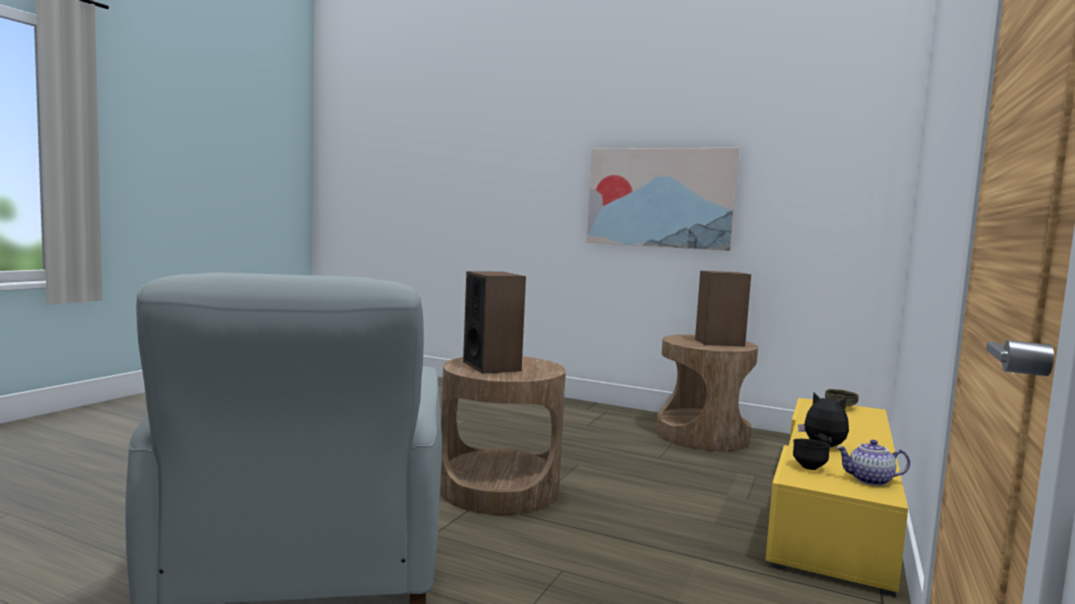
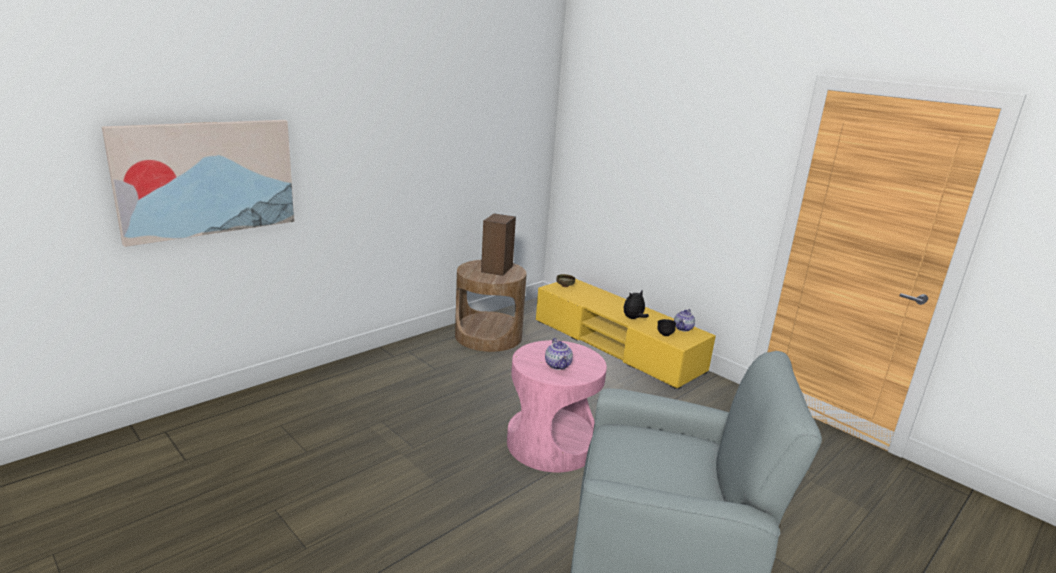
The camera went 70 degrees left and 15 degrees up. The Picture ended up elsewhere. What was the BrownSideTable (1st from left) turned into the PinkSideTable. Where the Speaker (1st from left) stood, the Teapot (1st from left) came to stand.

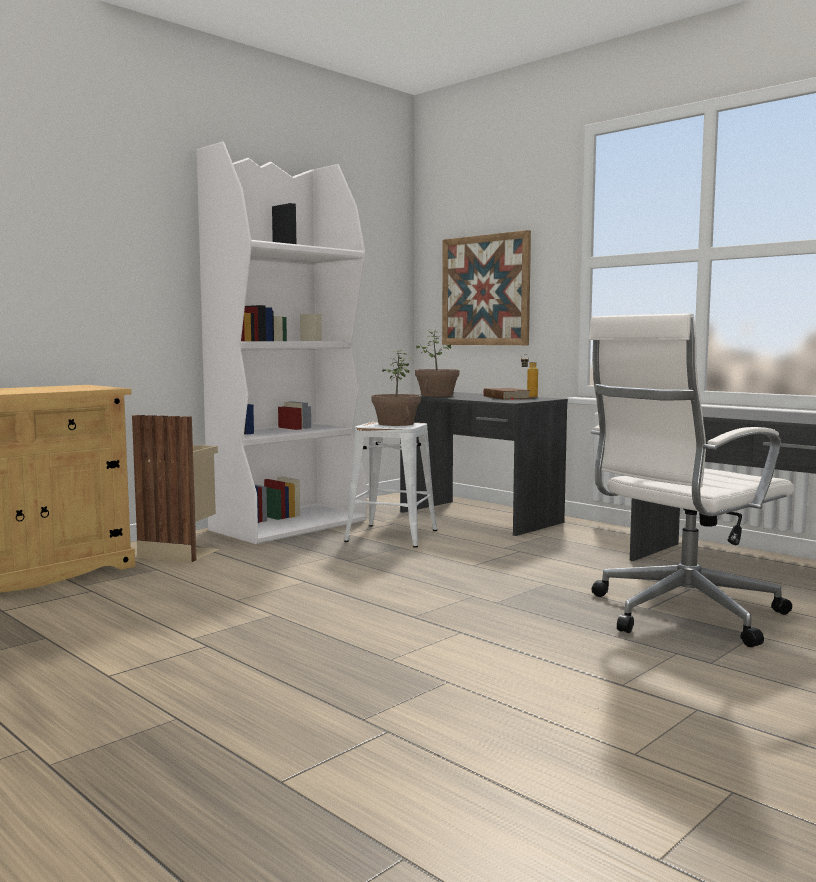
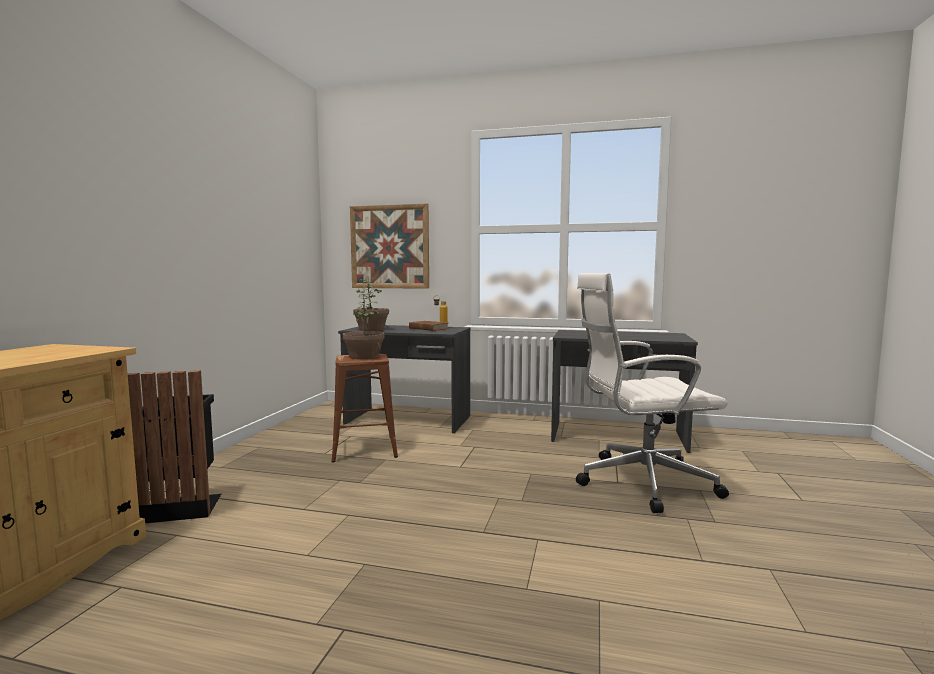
The camera went 30 degrees left and 0 degrees up. What was the BeigeTrashCan turned into the BlackTrashCan. What was the WhiteStool turned into the BrownStool. The WhiteOfficeChair ended up facing another way, 60 degrees clockwise from before. The second view lost the WhiteBookcase.

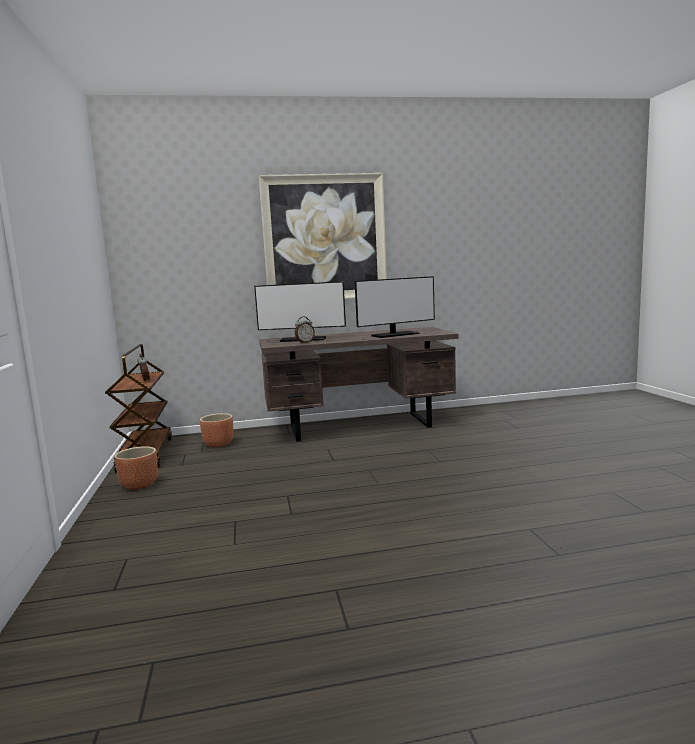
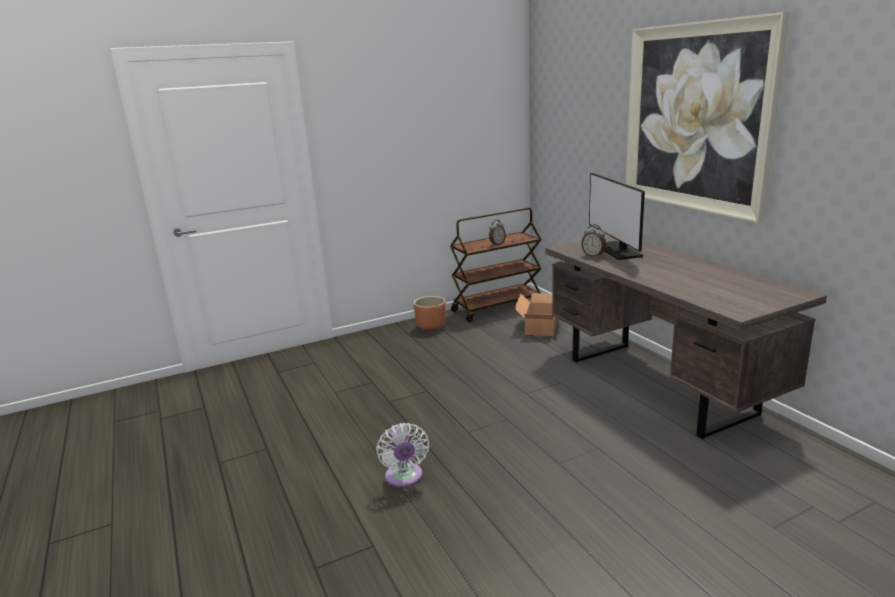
The camera went 75 degrees right and 10 degrees up. The second view gained the WhiteFan. Where the BrownPlanter (2nd from left) stood, the CardboardBox came to stand. The second view lost the Monitor (2nd from left).

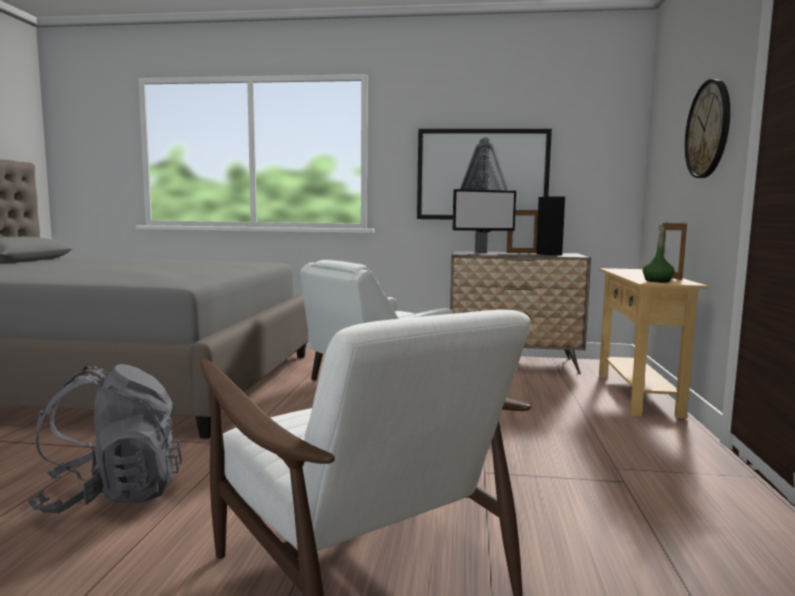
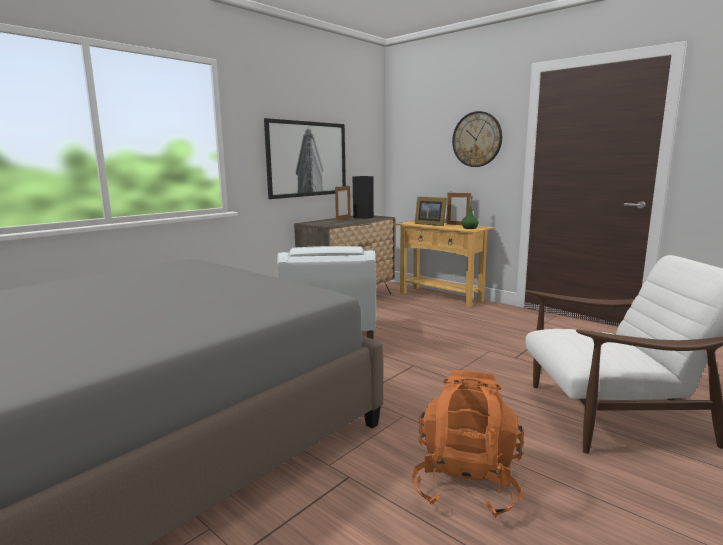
The camera went 55 degrees left and 5 degrees up. What was the GreyBackpack turned into the OrangeBackpack. The second view gained the PictureFrame (2nd from left). The second view lost the Monitor.

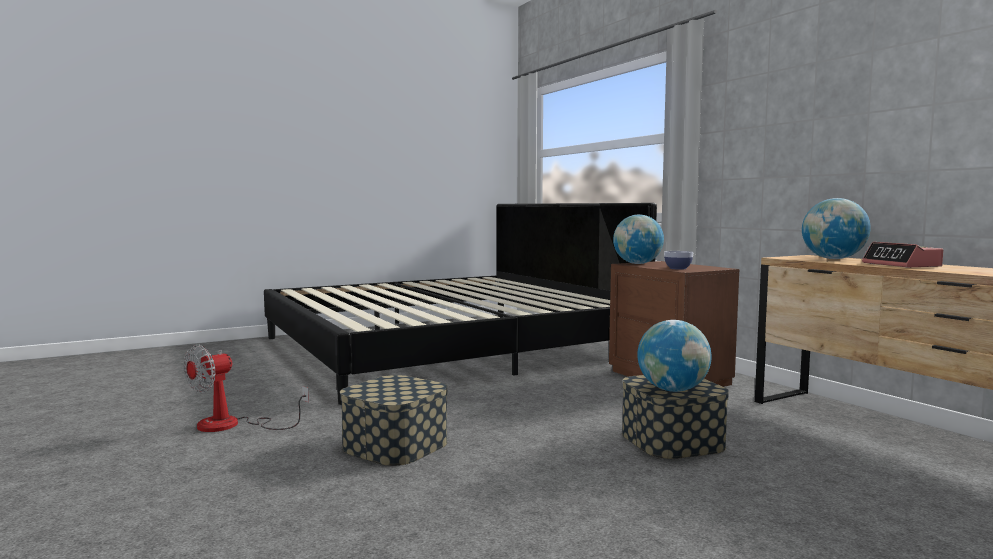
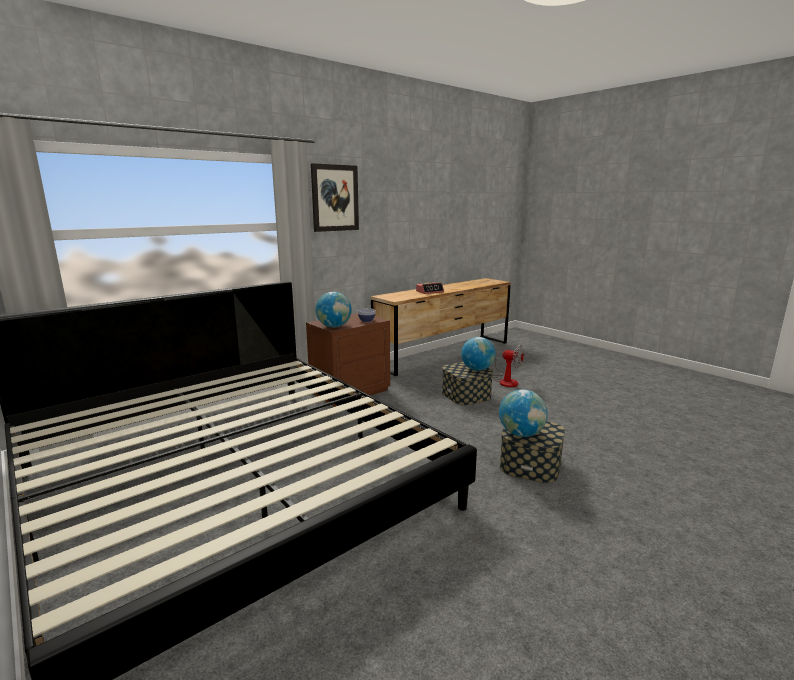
The camera went 100 degrees left and 10 degrees up. The second view gained the Picture. The Fan ended up elsewhere. The Globe (3rd from left) ended up elsewhere.

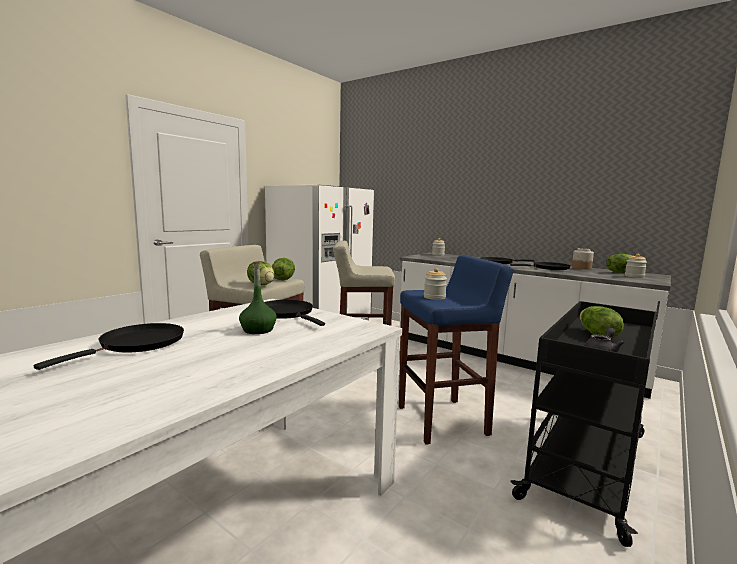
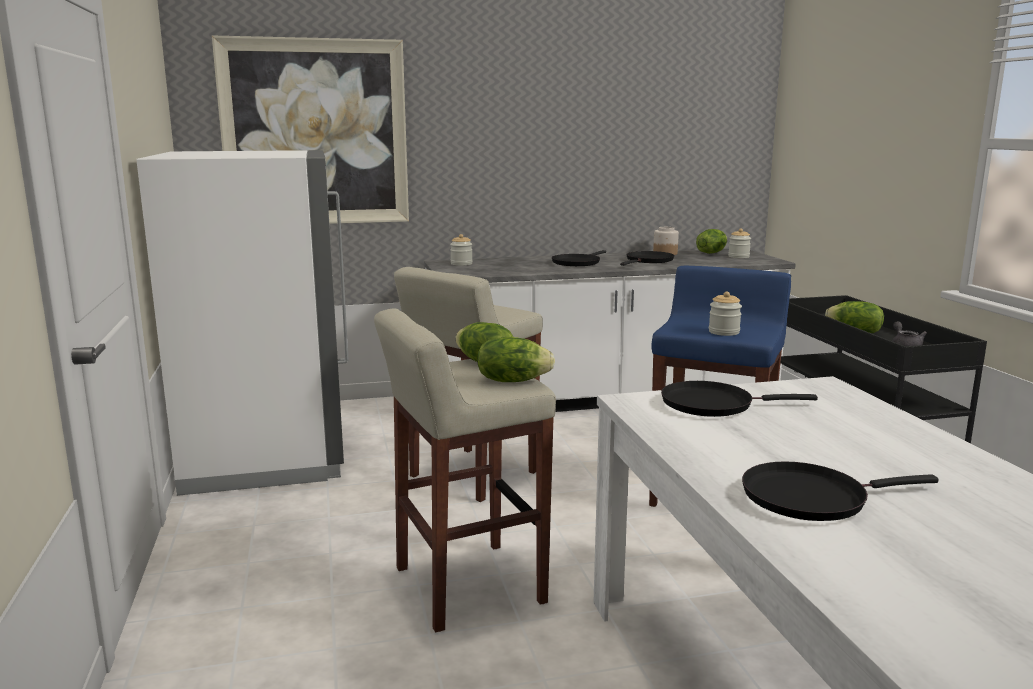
The camera went 50 degrees left and 5 degrees up. The second view gained the Picture. The BlackFryingPan (1st from left in the first image) ended up facing another way, 75 degrees counterclockwise from before. The second view lost the GreenBottle.

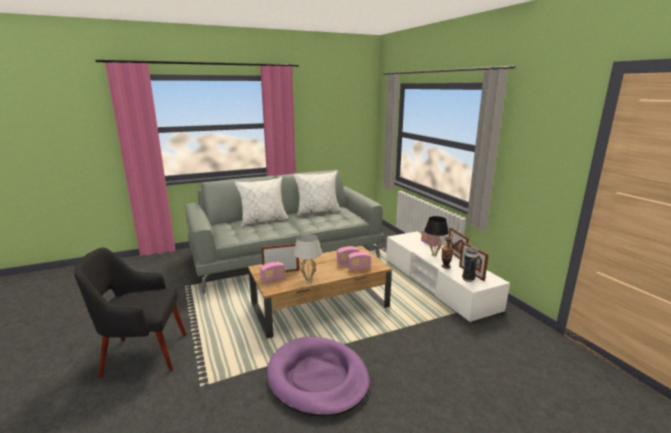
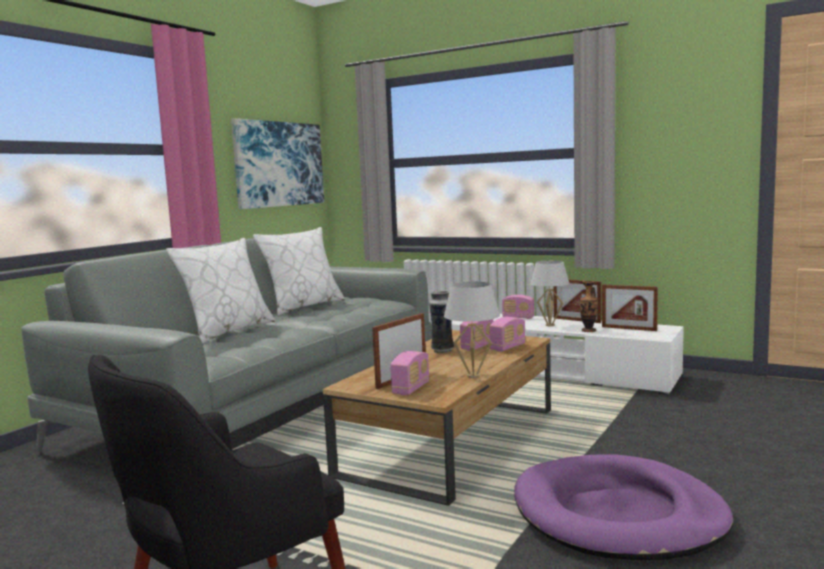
The camera went 35 degrees left and 10 degrees down. The second view gained the Picture. The Vase (2nd from left in the first image) ended up elsewhere. What was the BlackTableLamp turned into the WhiteTableLamp (2nd from left).

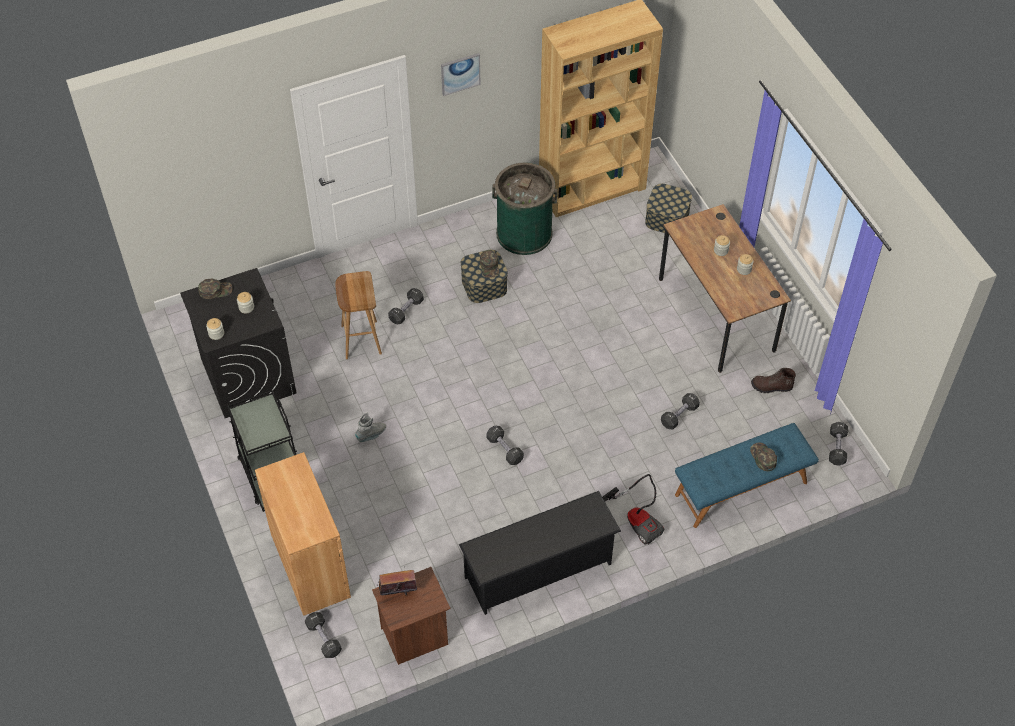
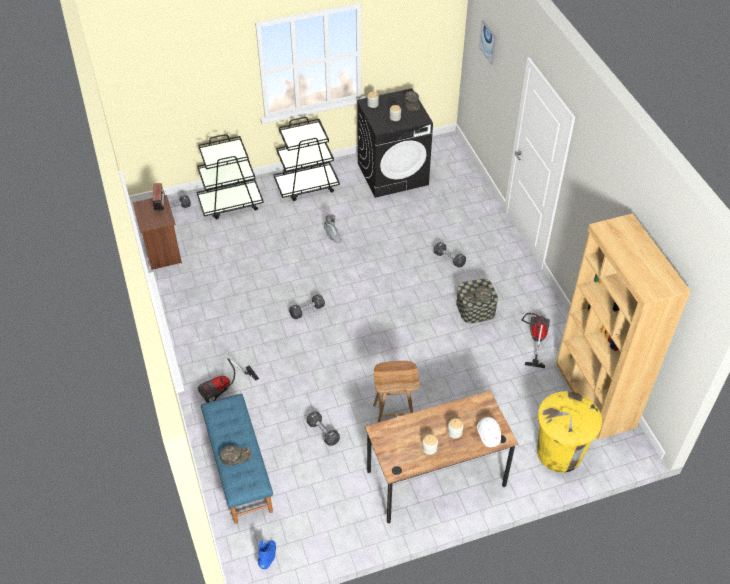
The camera went 95 degrees right and 5 degrees down. Where the BrownCabinet stood, the BlackCart (1st from left) came to stand. Where the BlackDumbbell (5th from left) stood, the BlueBoot came to stand. The BrownStool ended up elsewhere. The second view gained the WhiteHardHat. The Picture ended up elsewhere. Where the GreenTrashCan stood, the VacuumCleaner (2nd from left) came to stand. Where the StorageBox (2nd from left) stood, the YellowTrashCan came to stand. The second view lost the BlackShoeRack. The second view lost the BrownBoot.

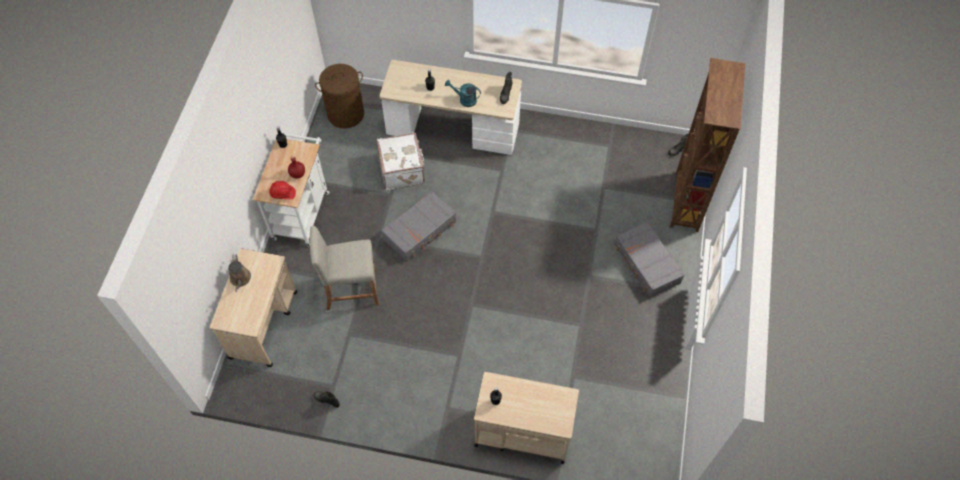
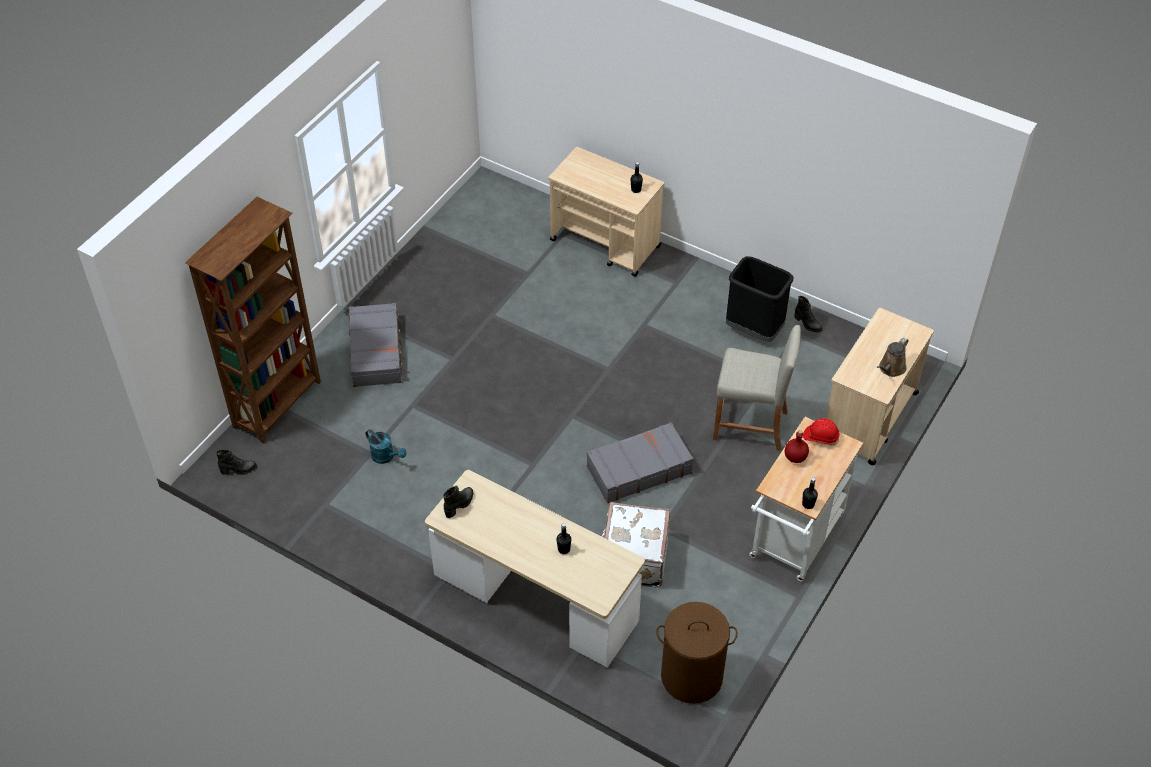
The camera went 160 degrees left and 10 degrees down. The TurquoiseWateringCan ended up elsewhere. The second view gained the BlackTrashCan. The BrownWateringCan ended up facing another way, 150 degrees counterclockwise from before.

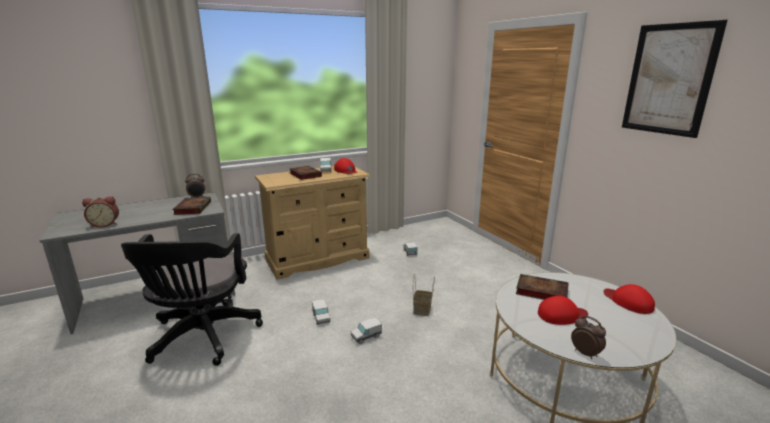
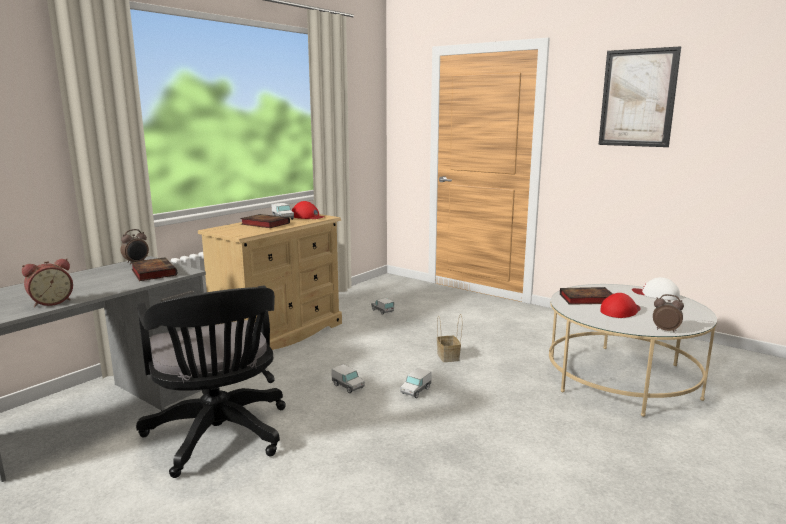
The camera went 25 degrees left and 5 degrees down. What was the RedCap (3rd from left) turned into the WhiteCap.

